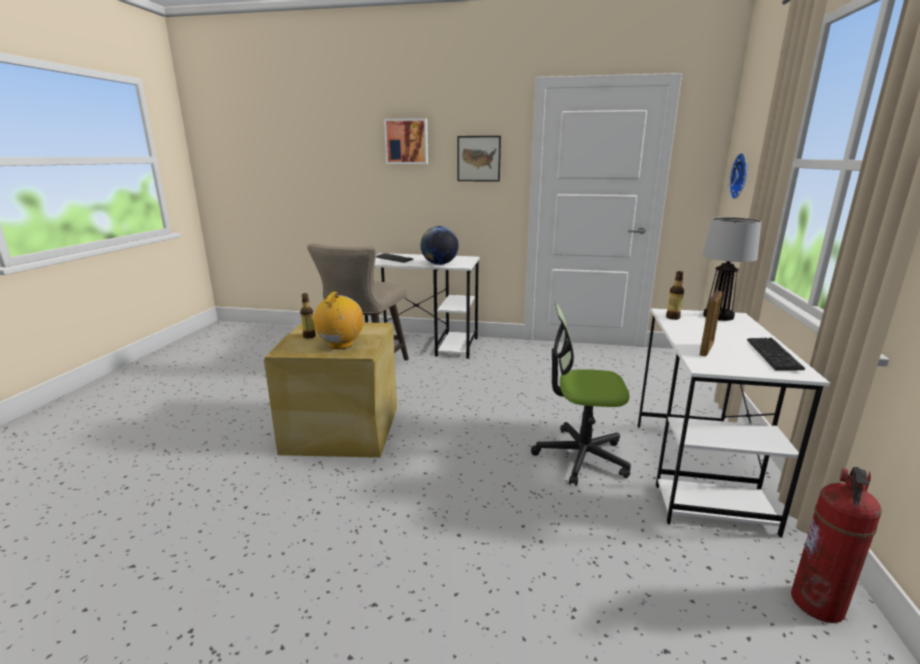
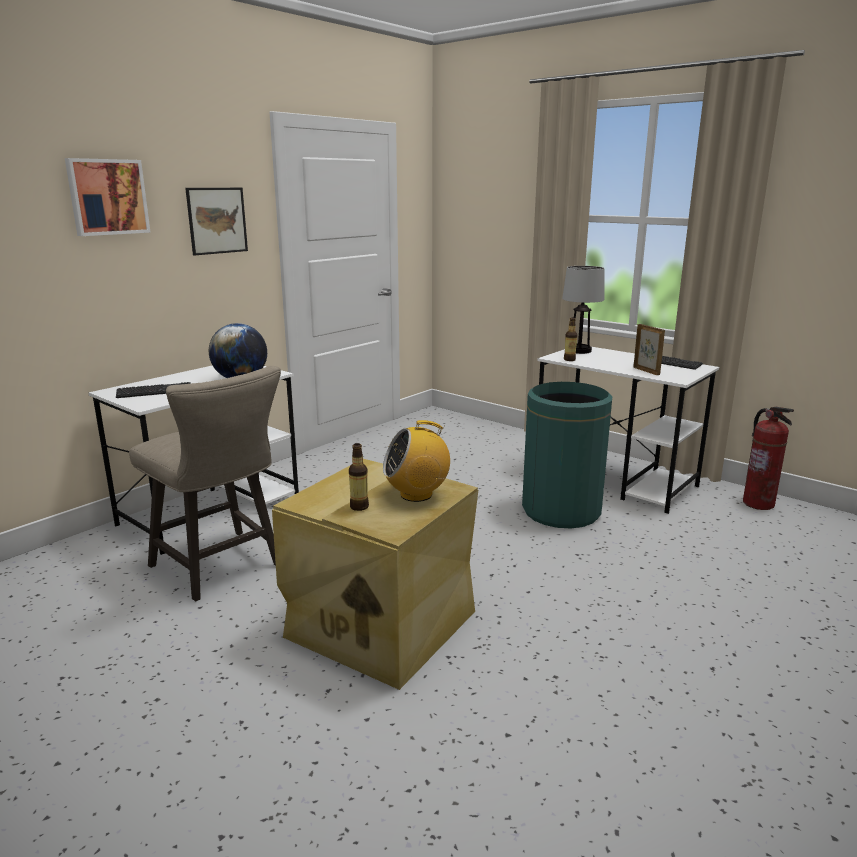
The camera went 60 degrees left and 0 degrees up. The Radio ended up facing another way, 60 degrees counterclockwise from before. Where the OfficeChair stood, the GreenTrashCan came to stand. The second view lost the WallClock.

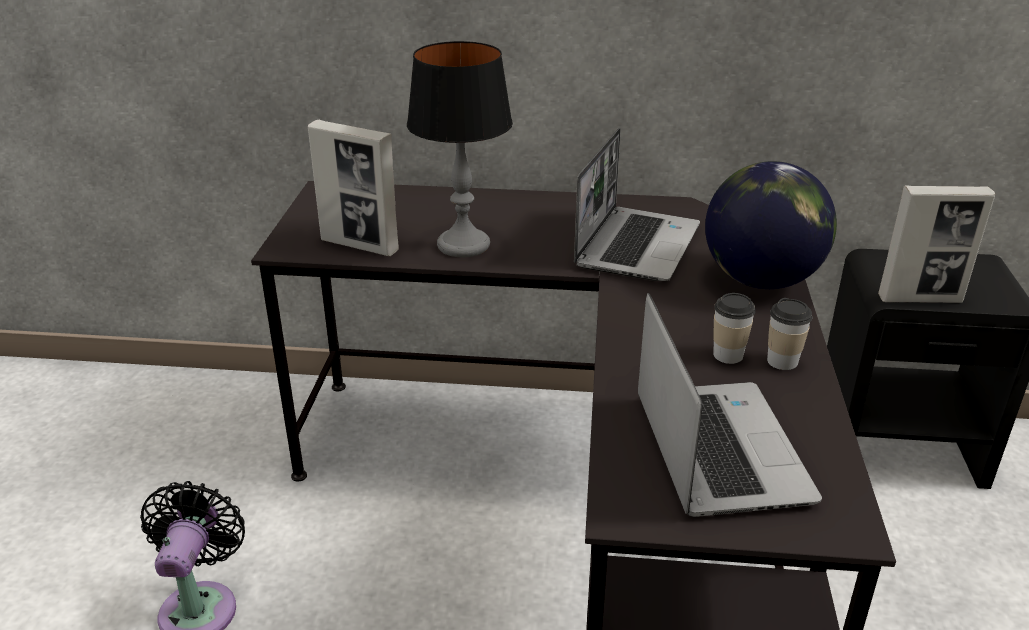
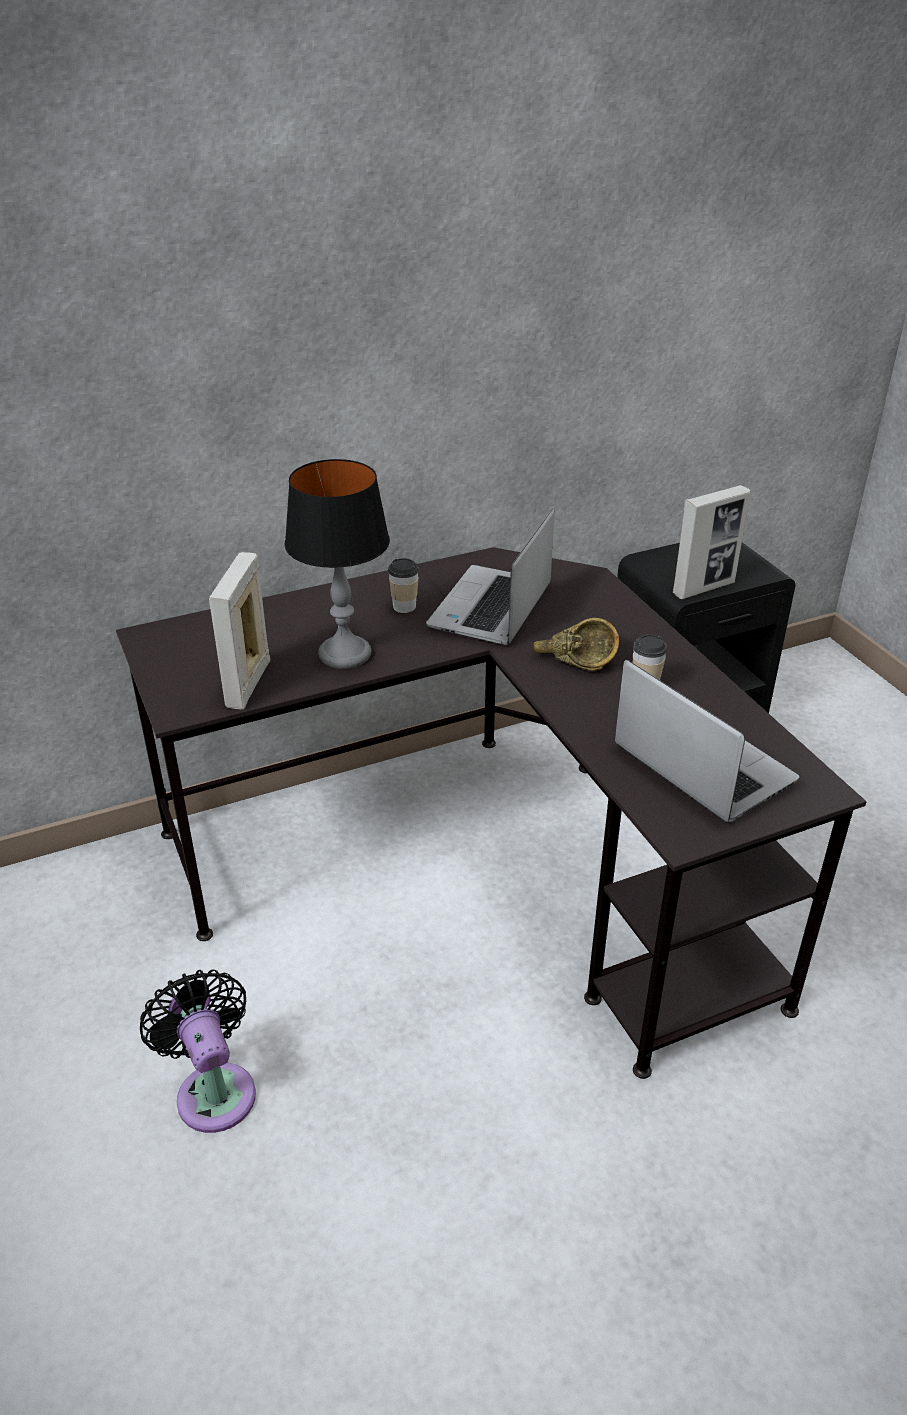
The camera went 30 degrees left and 5 degrees up. The PictureFrame (1st from left) ended up facing another way, 105 degrees clockwise from before. The Cup (2nd from left in the first image) ended up elsewhere. The Laptop (1st from left) ended up facing another way, 150 degrees counterclockwise from before. The second view gained the BrownBowl. The second view lost the Globe.

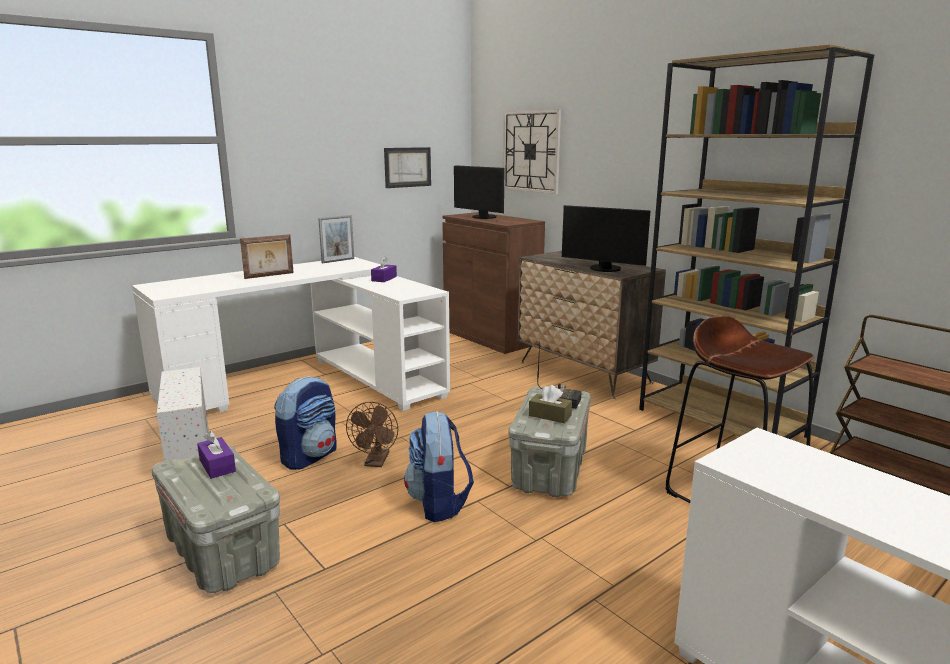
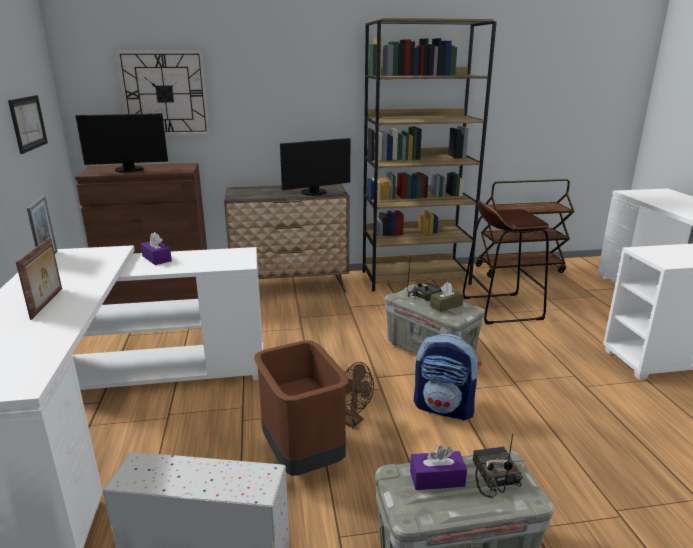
The camera went 60 degrees left and 5 degrees up. Where the Backpack (1st from left) stood, the BrownTrashCan came to stand. The second view gained the Radio (2nd from left).

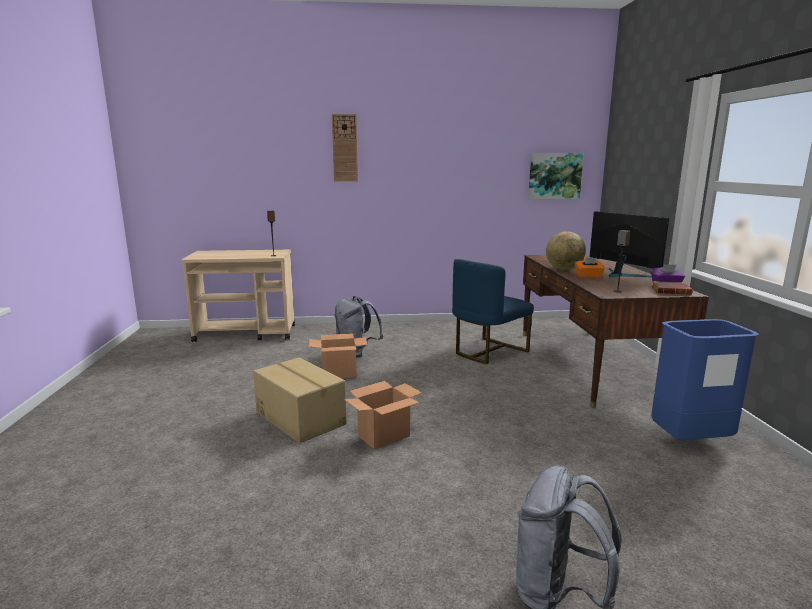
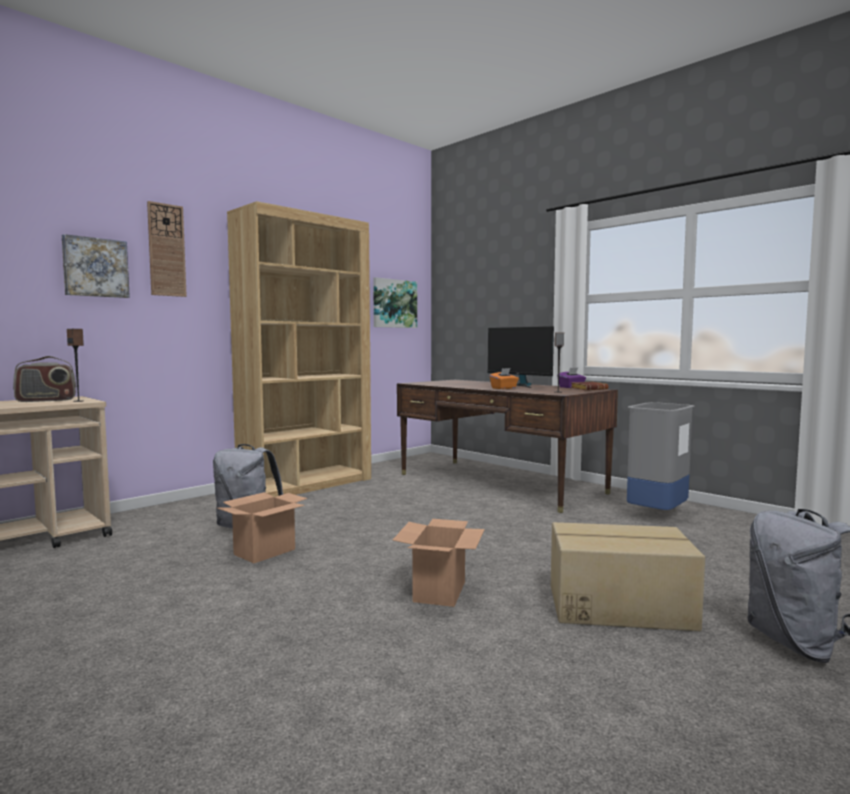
The camera went 40 degrees left and 10 degrees down. The second view gained the Radio. The second view gained the Picture (1st from left). The second view gained the BrownBookcase. The Monitor ended up facing another way, 150 degrees counterclockwise from before. The CardboardBox (1st from left in the first image) ended up elsewhere. What was the BlueTrashCan turned into the GreyTrashCan. The second view lost the BlueChair. The second view lost the Globe.

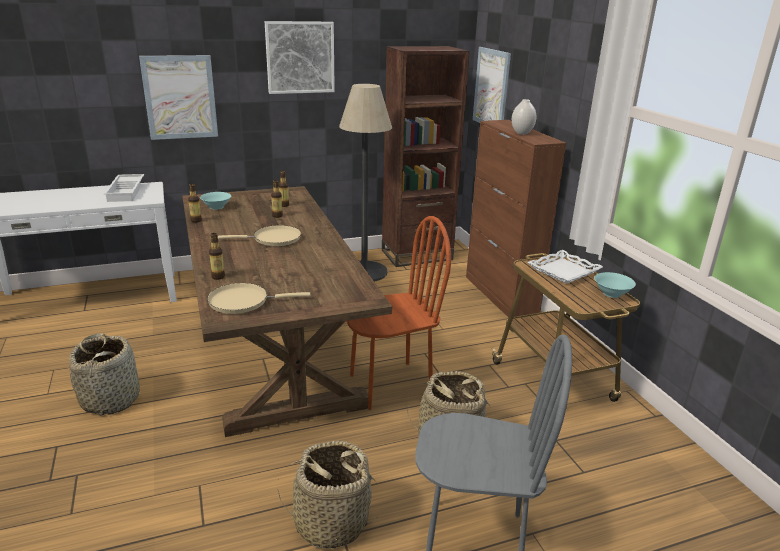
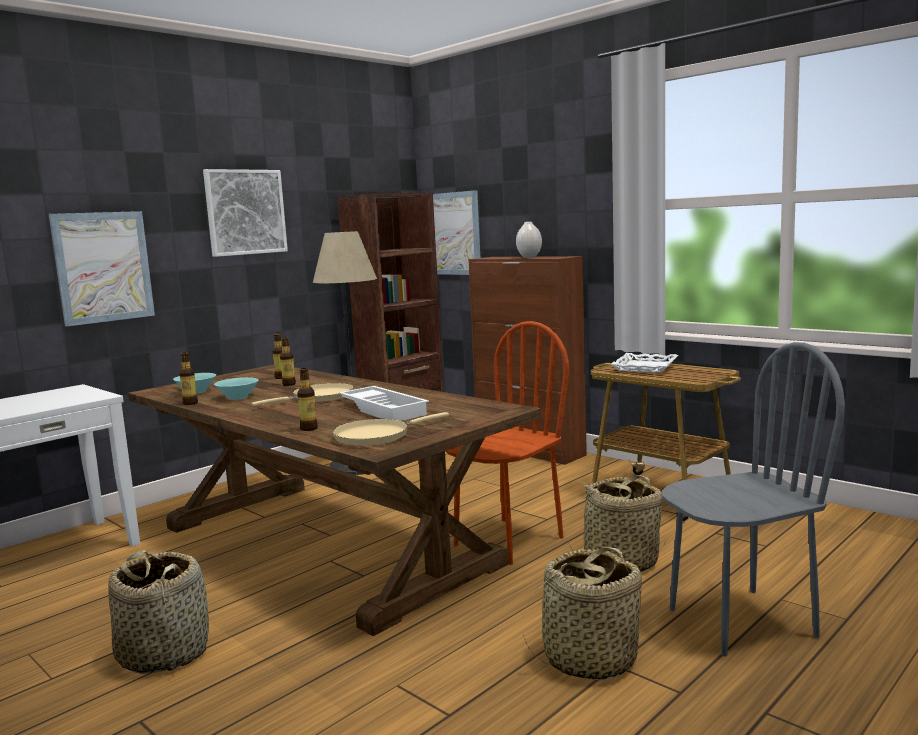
The camera went 25 degrees left and 15 degrees down. The TurquoiseBowl (2nd from left) ended up elsewhere. The WhiteTray (1st from left) ended up elsewhere.

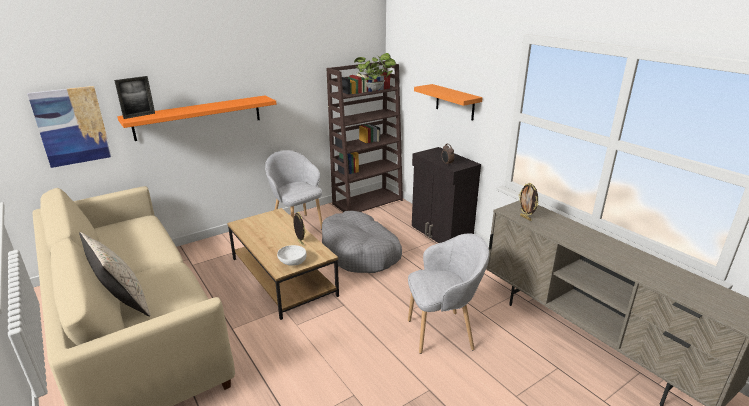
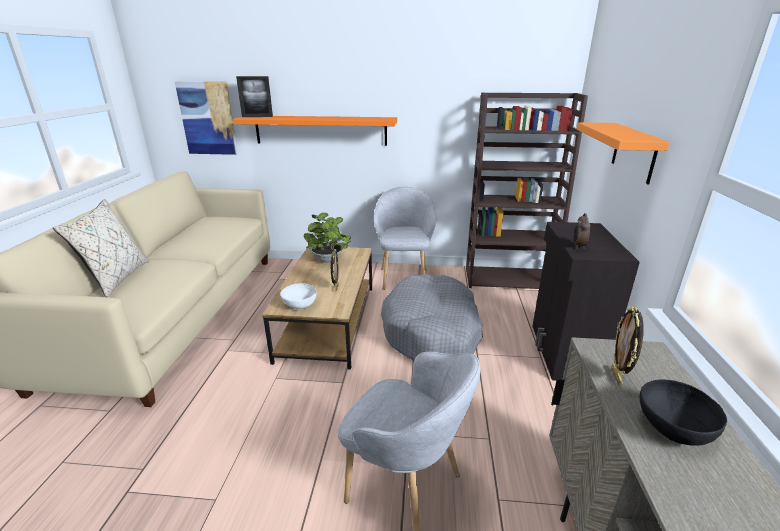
The camera went 40 degrees right and 0 degrees up. The PottedPlant ended up elsewhere. The second view gained the BlackBowl.

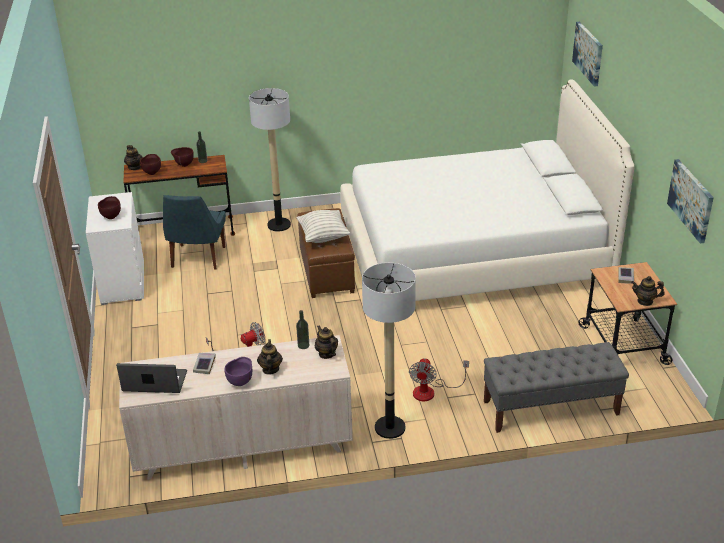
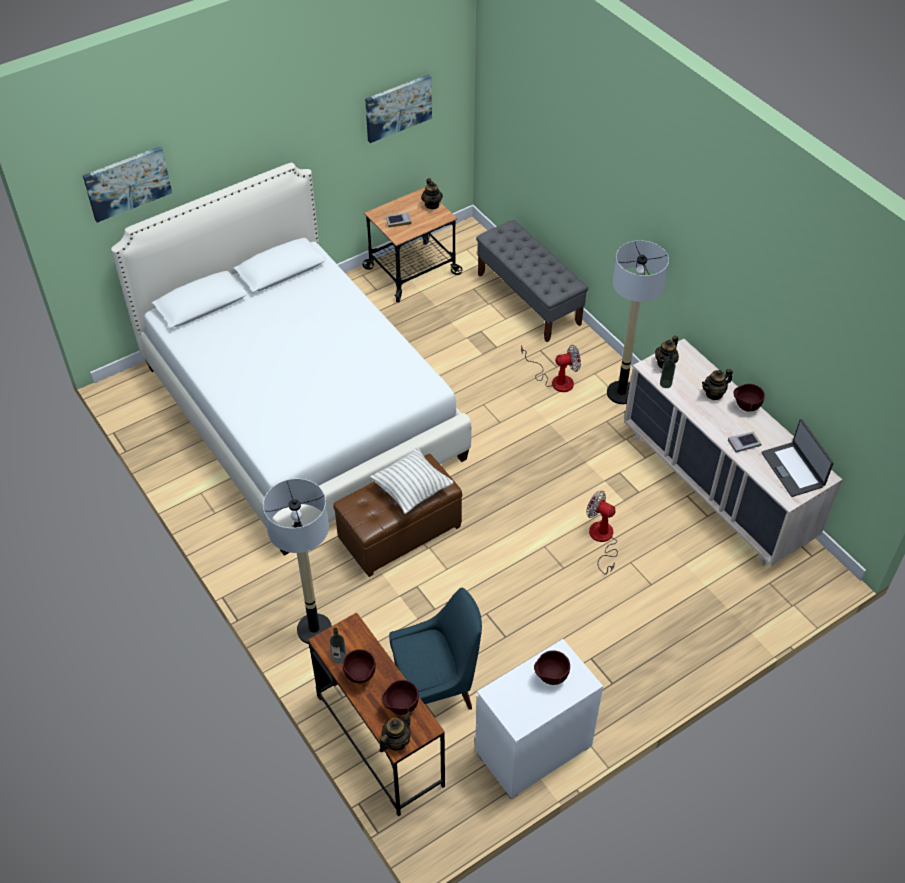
The camera went 115 degrees left and 15 degrees up. What was the PurpleBowl turned into the BrownBowl (4th from left).

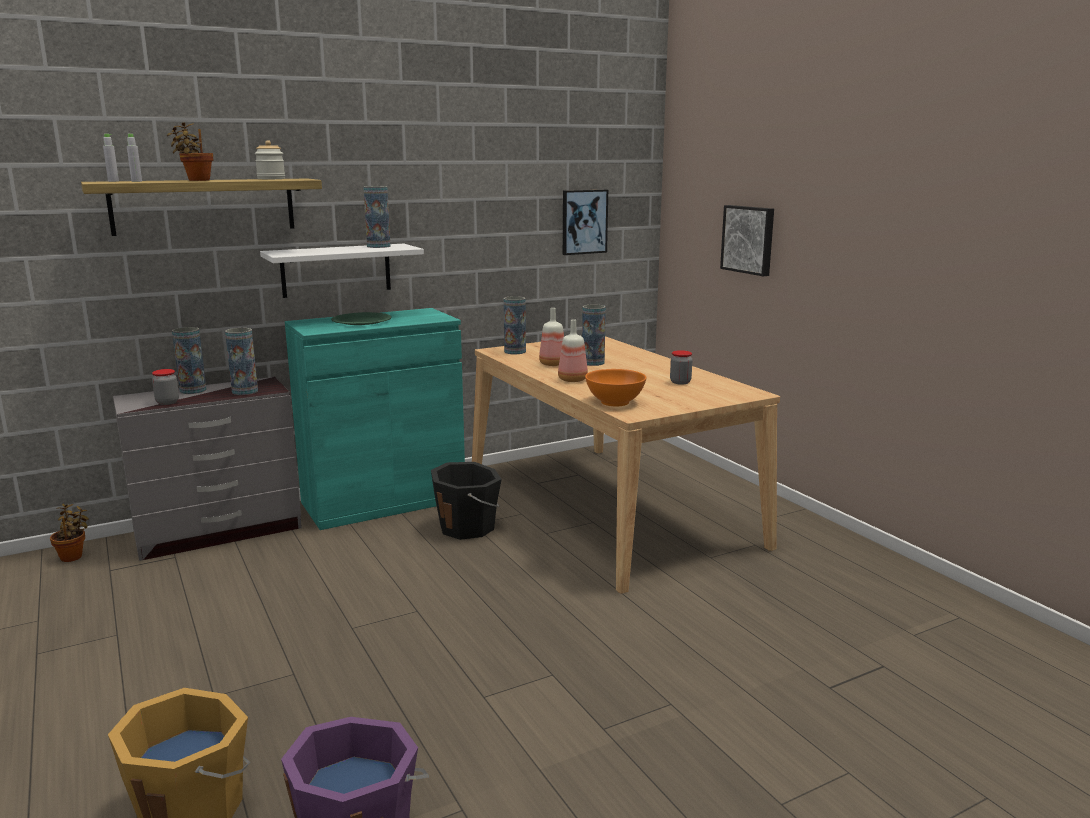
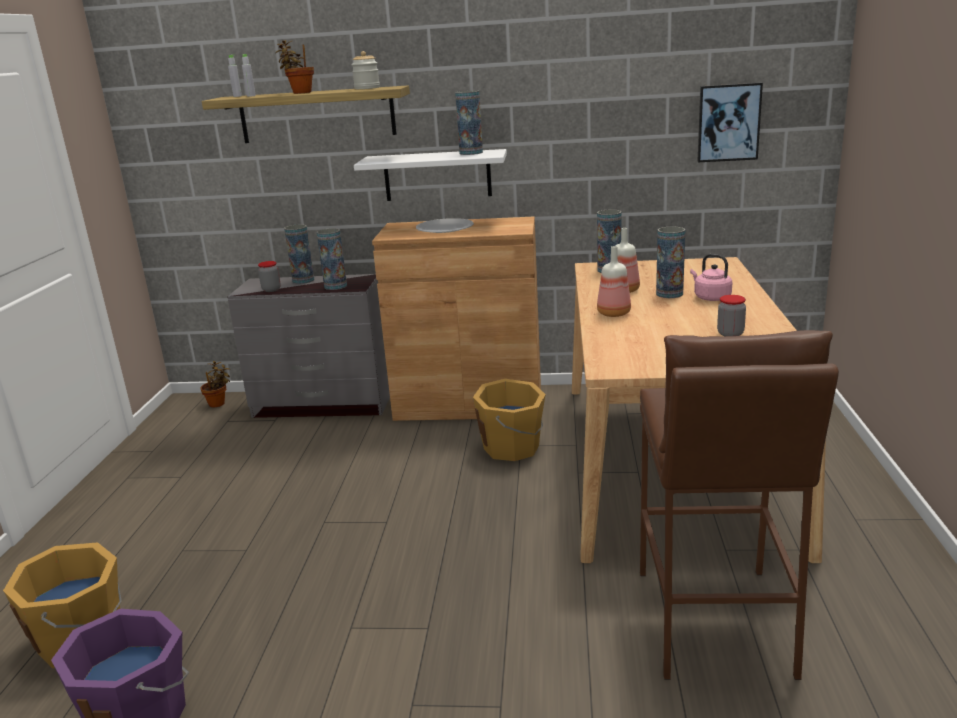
The camera went 35 degrees right and 5 degrees up. What was the TurquoiseCabinet turned into the BrownCabinet. What was the GreenPlate turned into the WhitePlate. What was the BlackBucket turned into the OrangeBucket (2nd from left). The second view gained the BrownStool. The second view gained the PinkKettle. The second view lost the OrangeBowl. The second view lost the Picture (2nd from left).

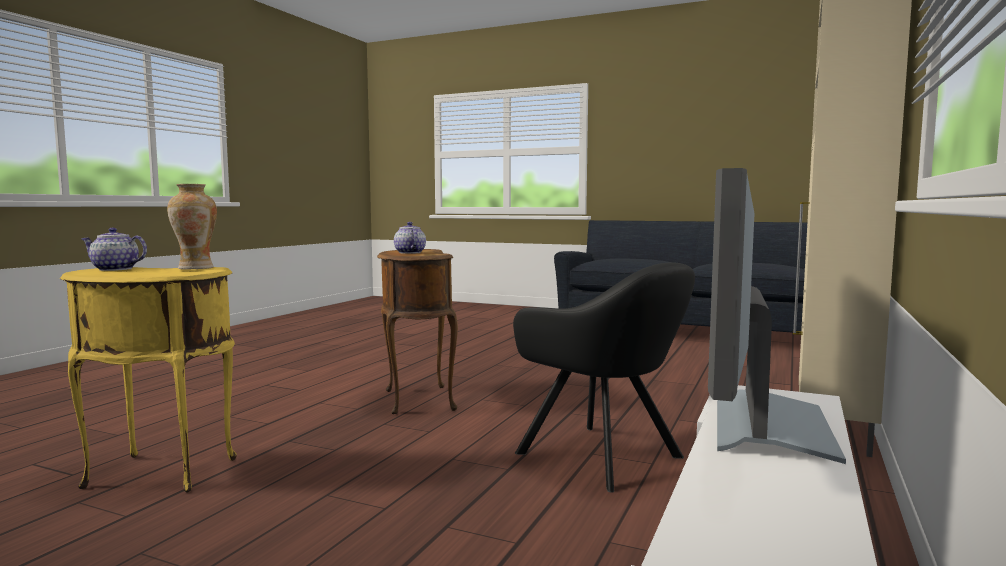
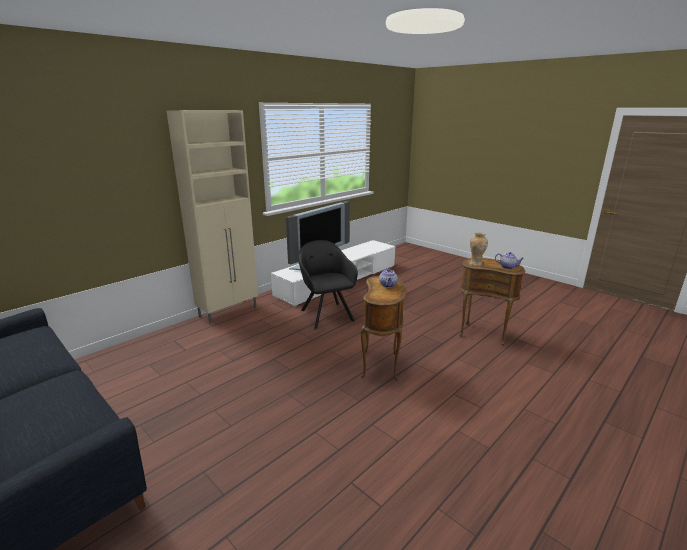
The camera went 160 degrees left and 15 degrees up. What was the YellowSideTable turned into the BrownSideTable (2nd from left).

